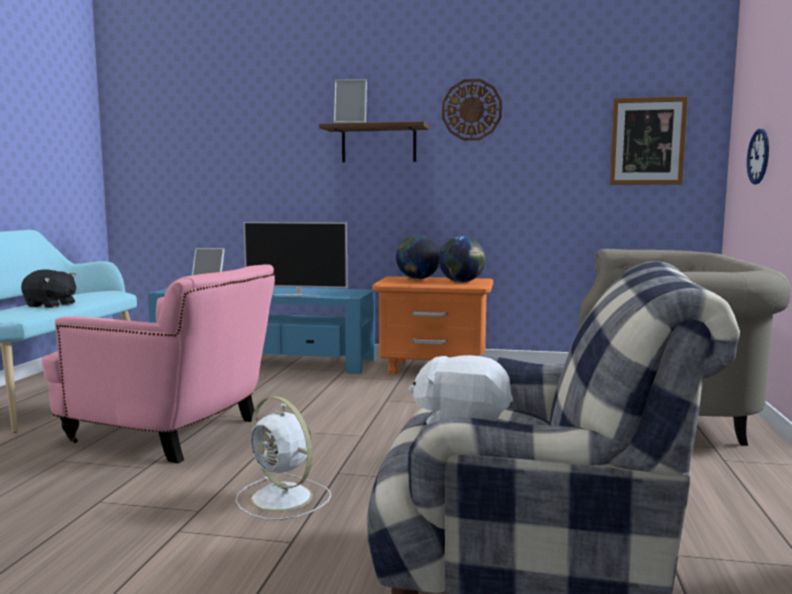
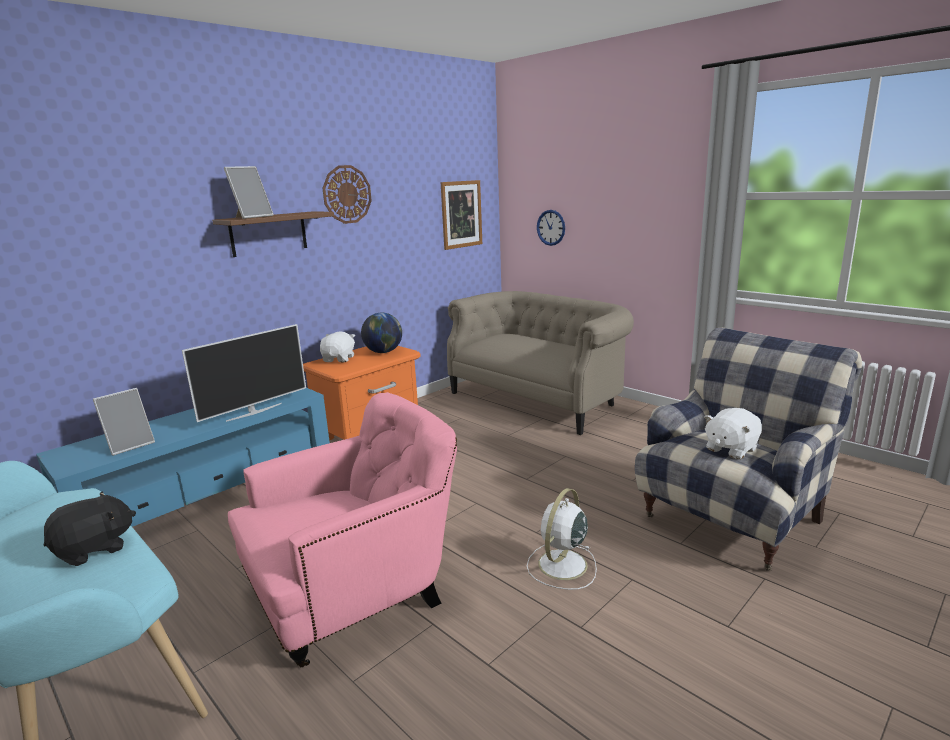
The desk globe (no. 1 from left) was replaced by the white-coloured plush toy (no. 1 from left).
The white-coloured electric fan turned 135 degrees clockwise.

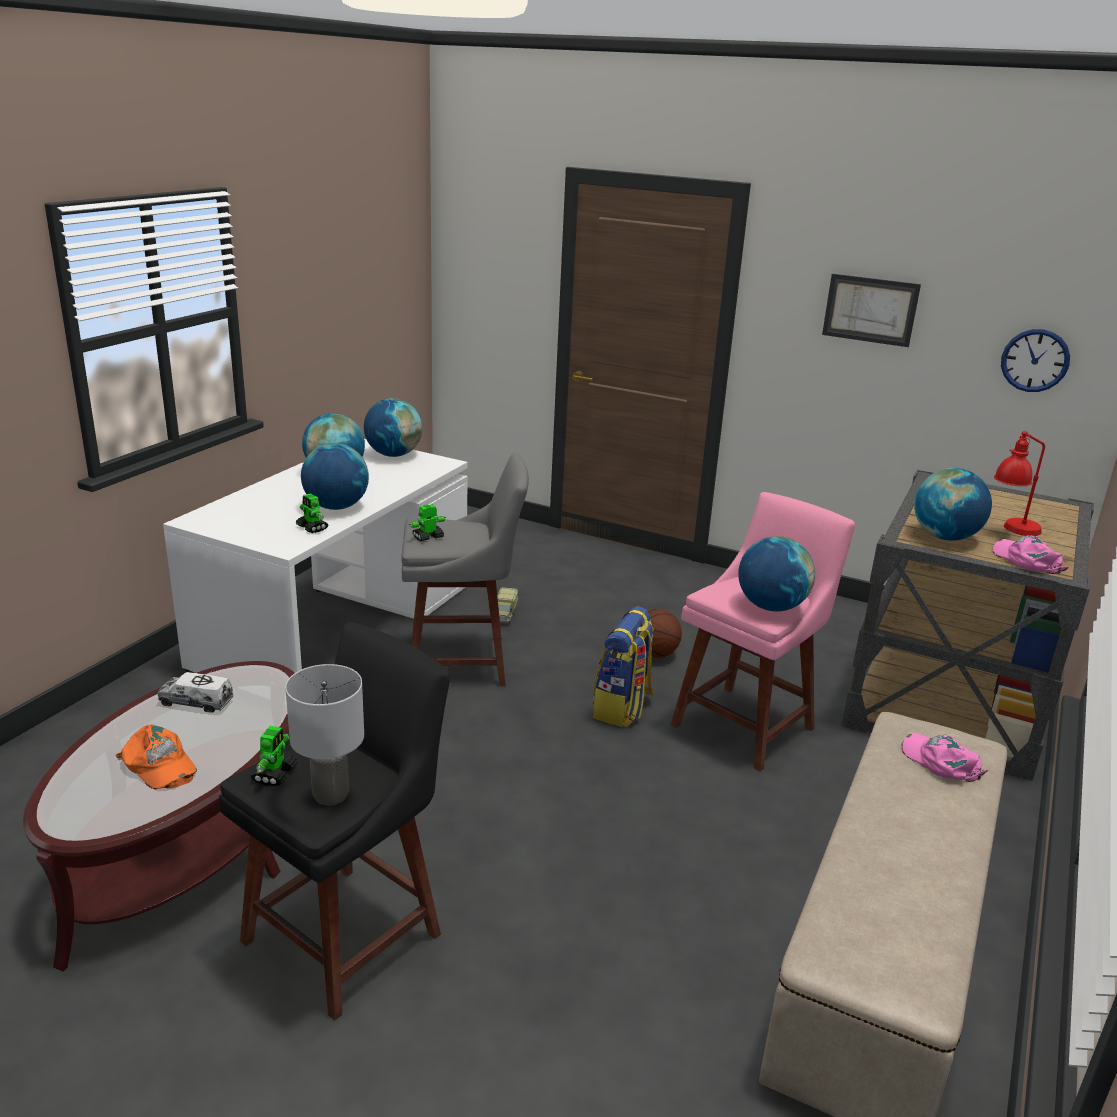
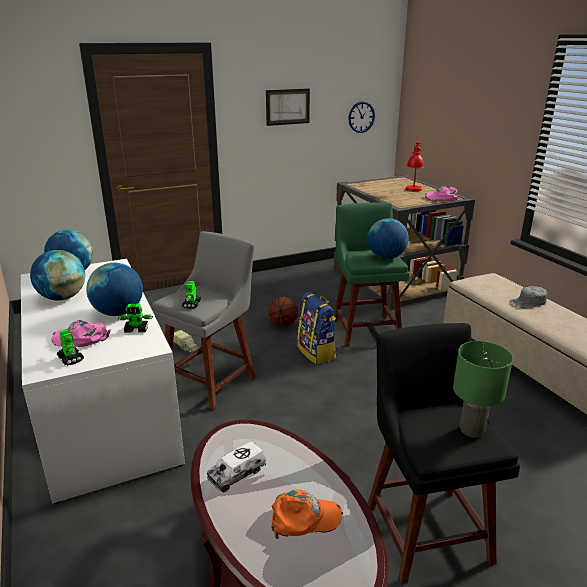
The desk globe (no. 5 from left) disappeared.
The gray baseball cap appeared.
The robot figure (no. 1 from left) moved.
The pinkish baseball cap (no. 1 from left) moved.
The white-coloured tabletop lamp became the greenish tabletop lamp.
The pinkish stool became the greenish stool.

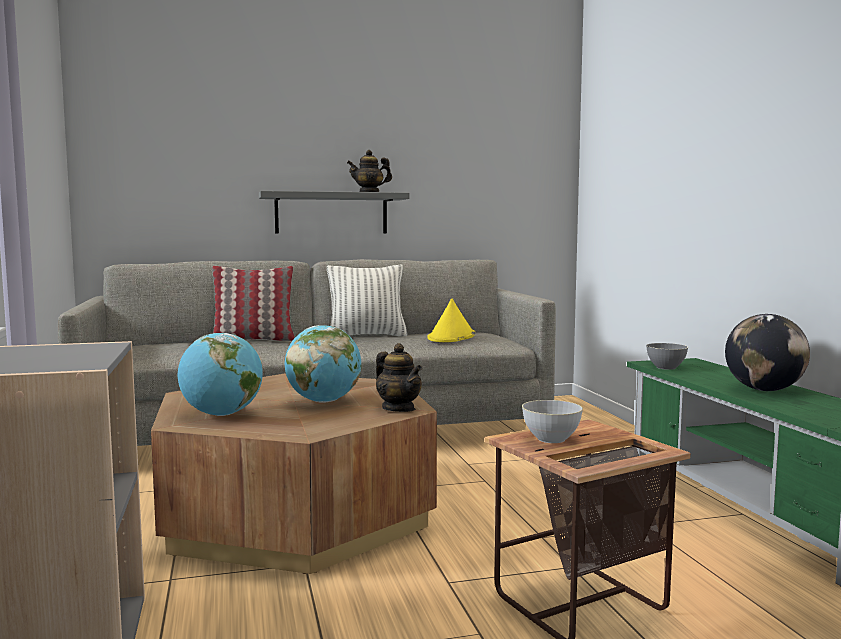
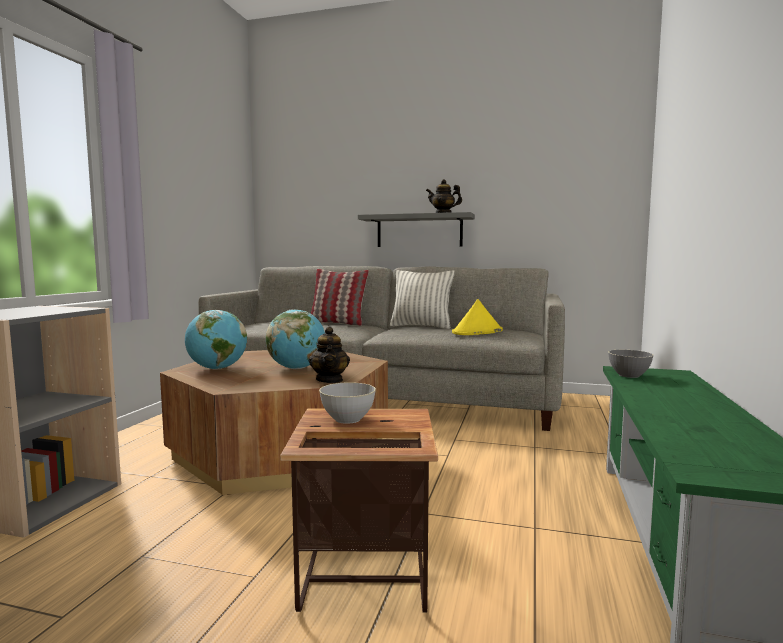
The desk globe (no. 3 from left) disappeared.

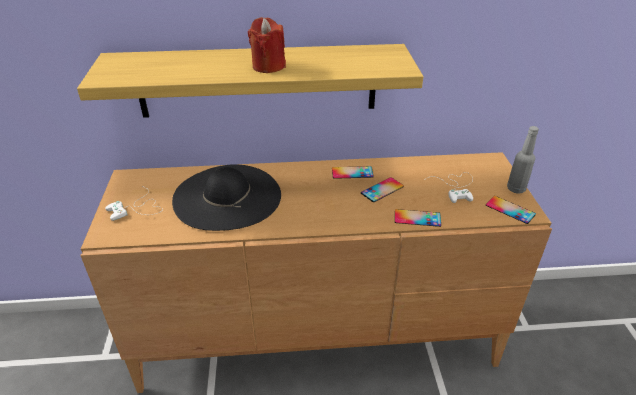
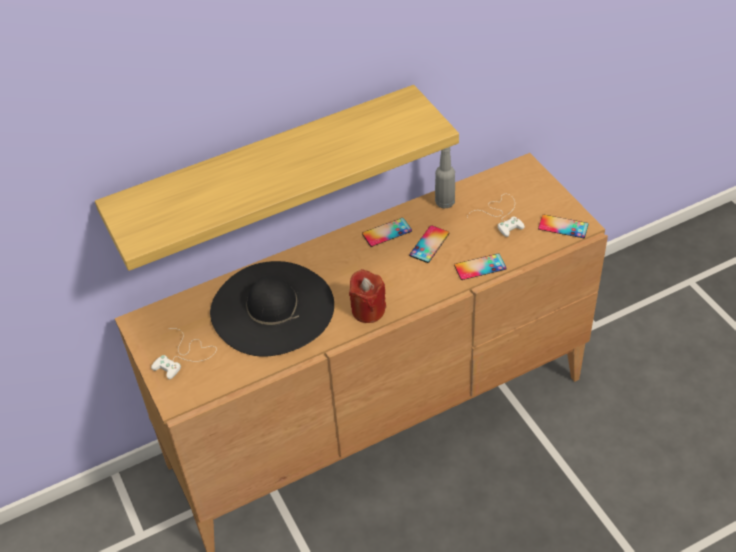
The reddish wax candle moved.
The gray bottle moved.

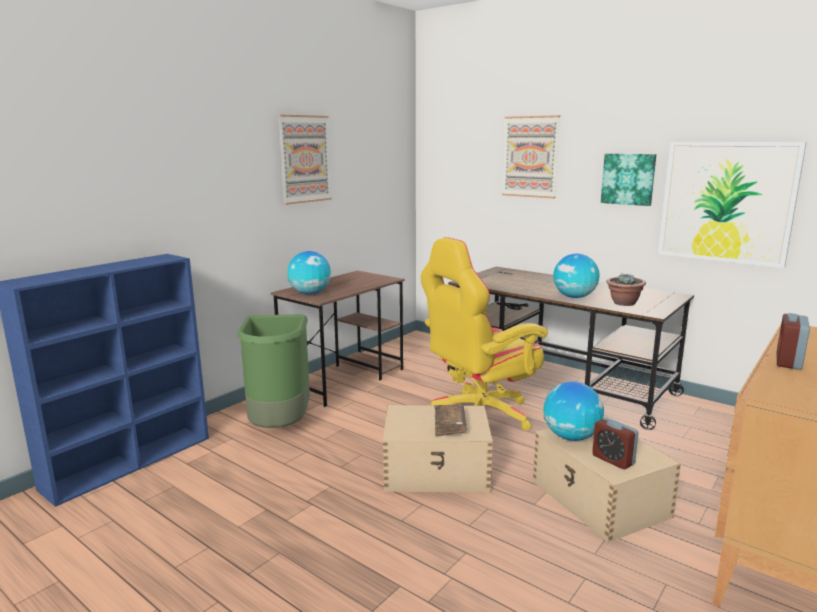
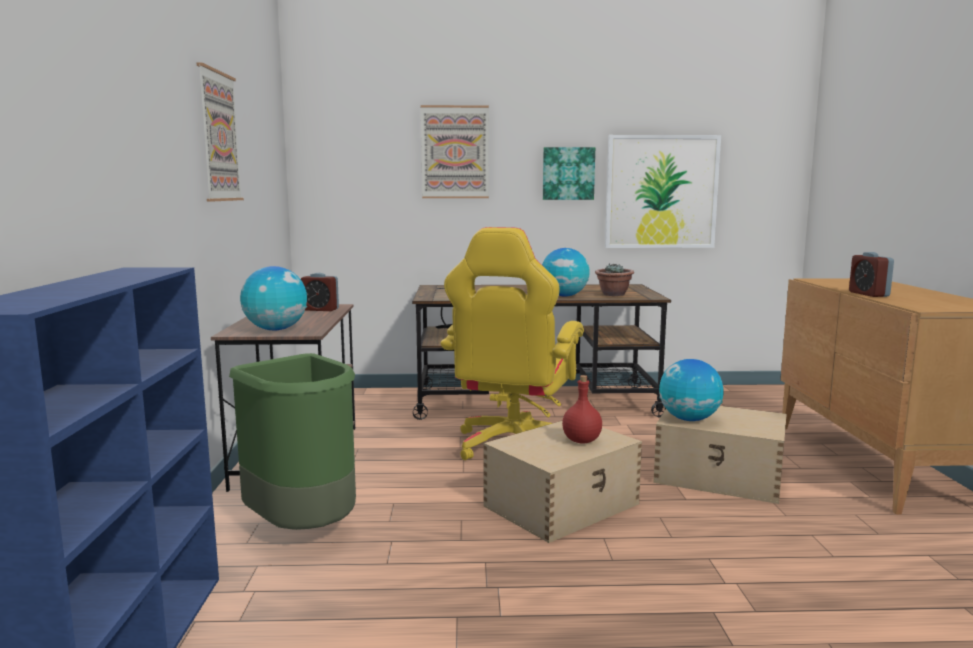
The table clock (no. 1 from left) moved.
The brown-coloured volume was replaced by the reddish bottle.

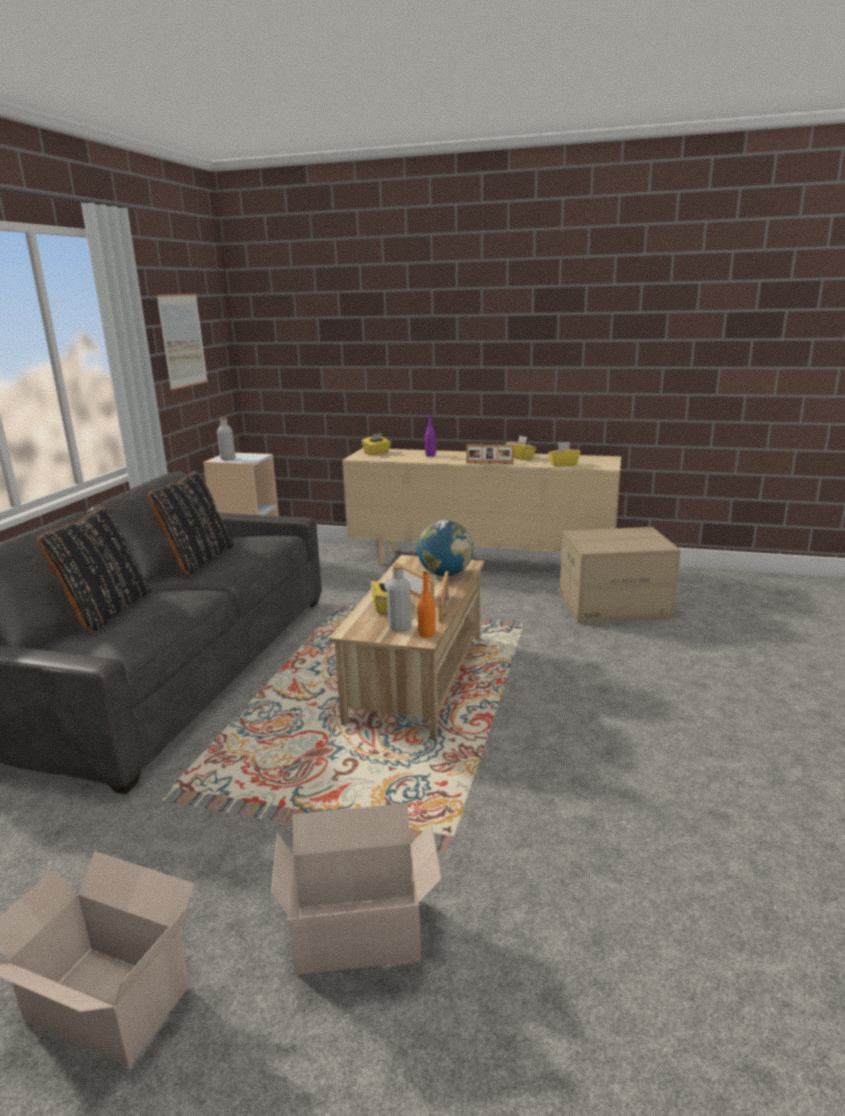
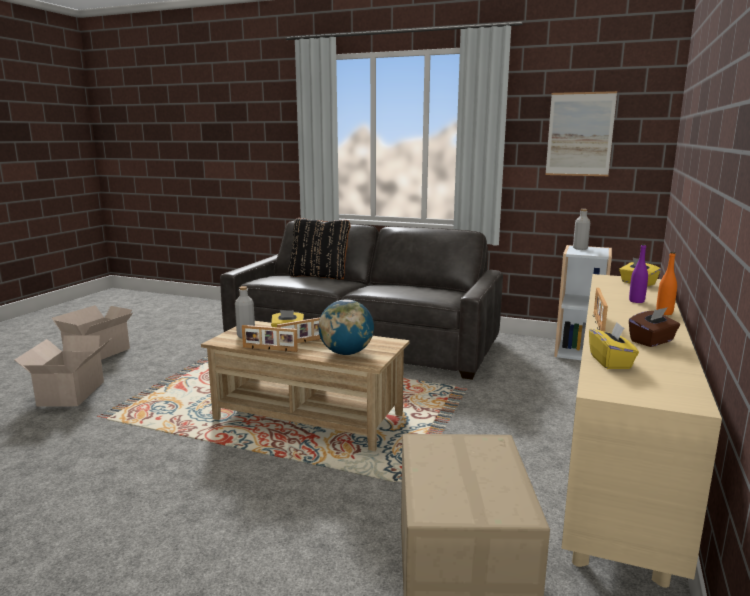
The blackish throw pillow (no. 2 from left) disappeared.
The orange-coloured bottle moved.
The yellow-coloured box of tissues (no. 3 from left) became the brown-coloured box of tissues.

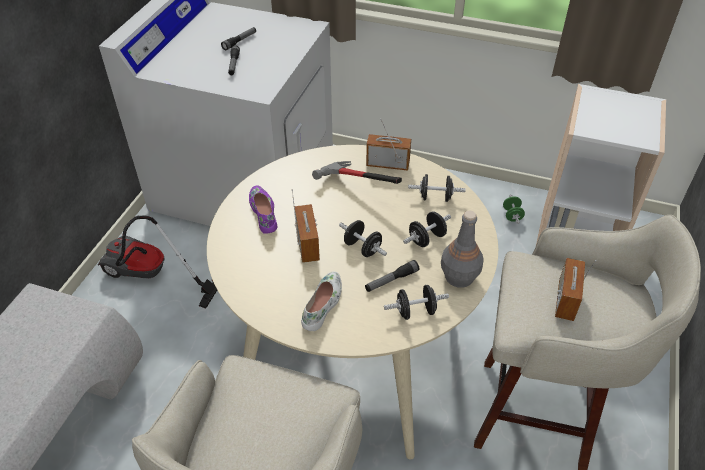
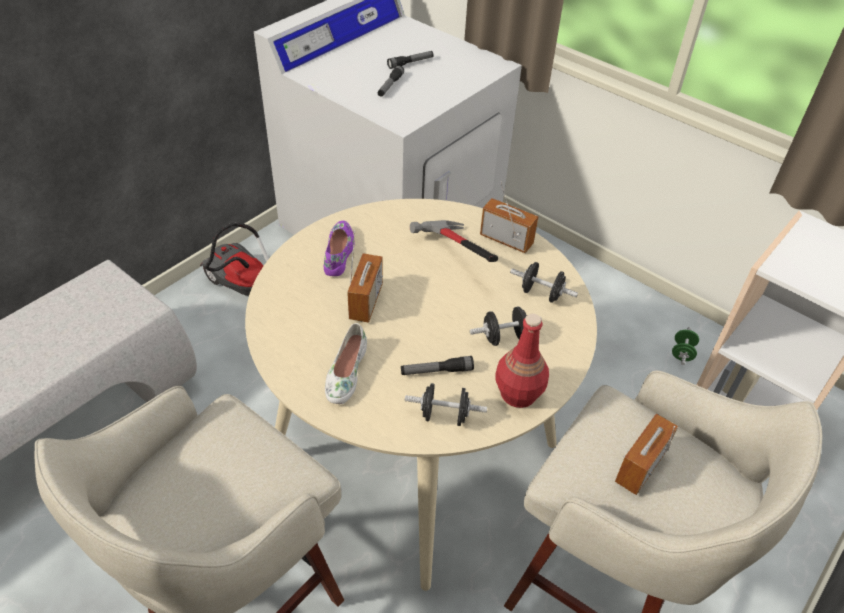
The blackish dumbbell (no. 1 from left) disappeared.
The gray bottle became the reddish bottle.
The white-coloured item of footwear turned 150 degrees clockwise.

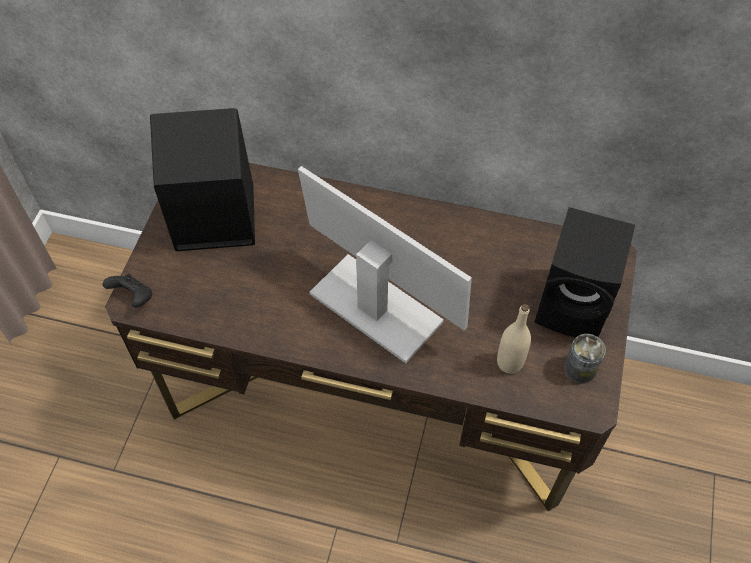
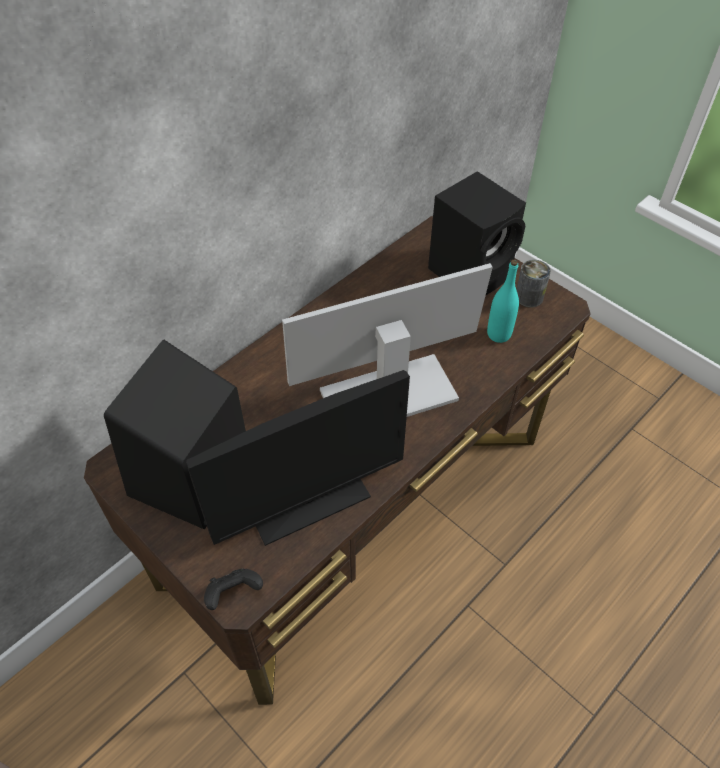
The computer display (no. 1 from left) appeared.
The beige bottle became the turquoise-coloured bottle.

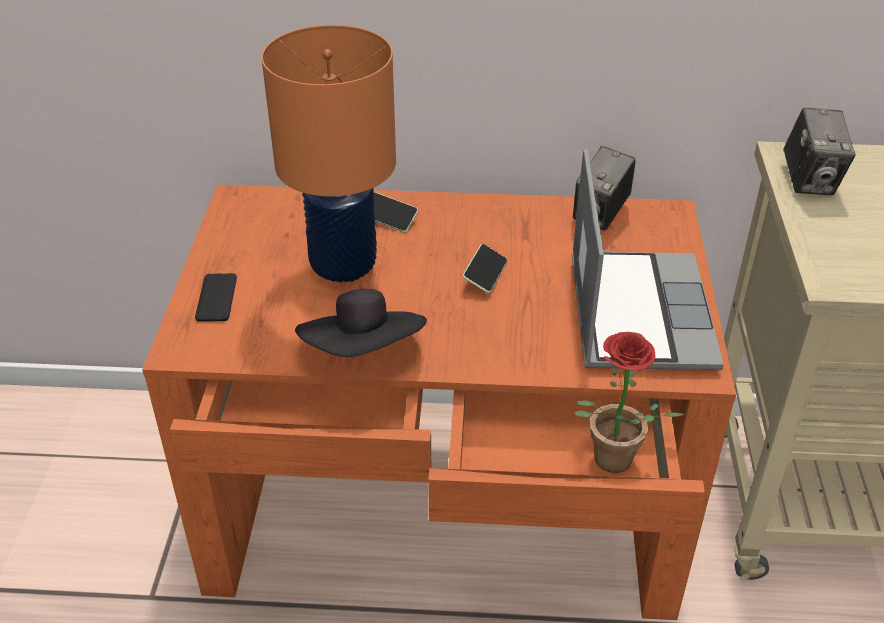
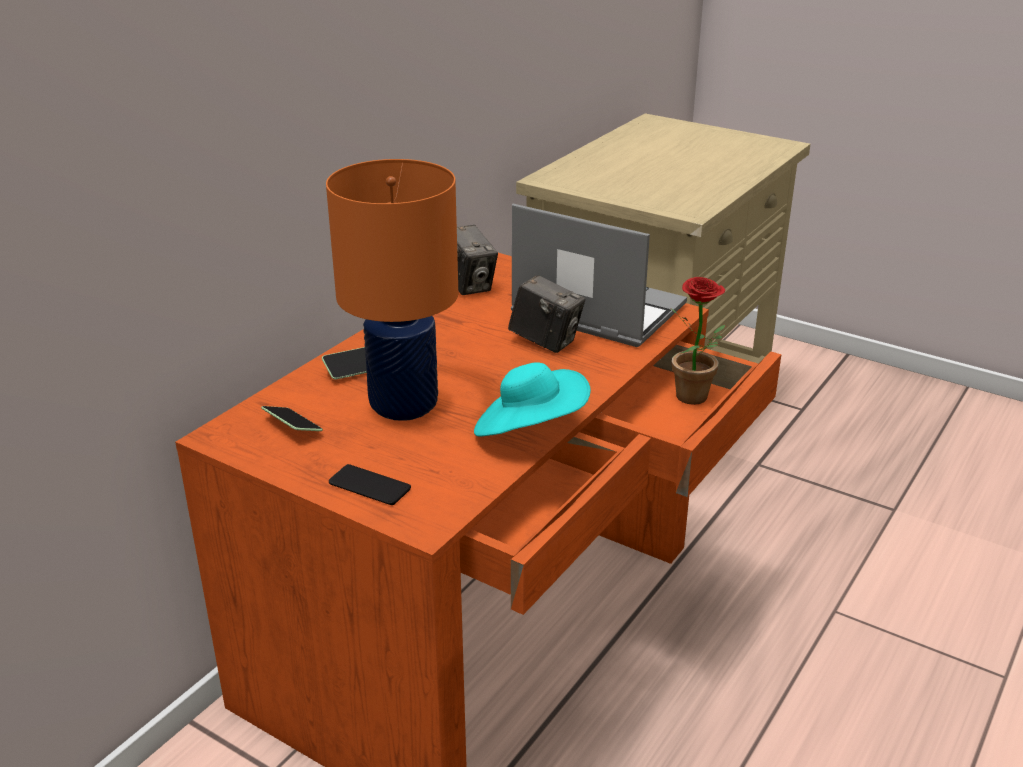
The handset (no. 3 from left in the first image) moved.
The photo camera (no. 2 from left) moved.
The blackish wearable hat became the turquoise-coloured wearable hat.

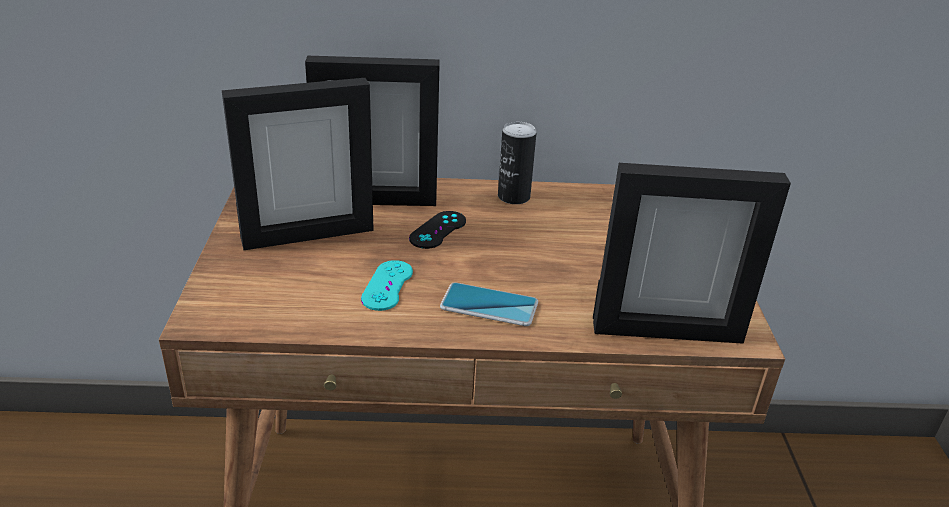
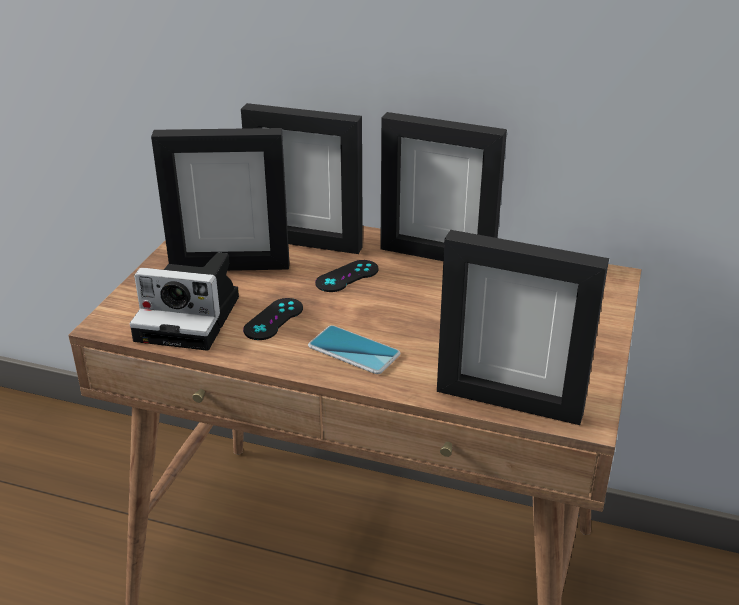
The photo camera appeared.
The metal can was replaced by the photo frame (no. 3 from left).
The turquoise-coloured joypad became the blackish joypad (no. 1 from left).

